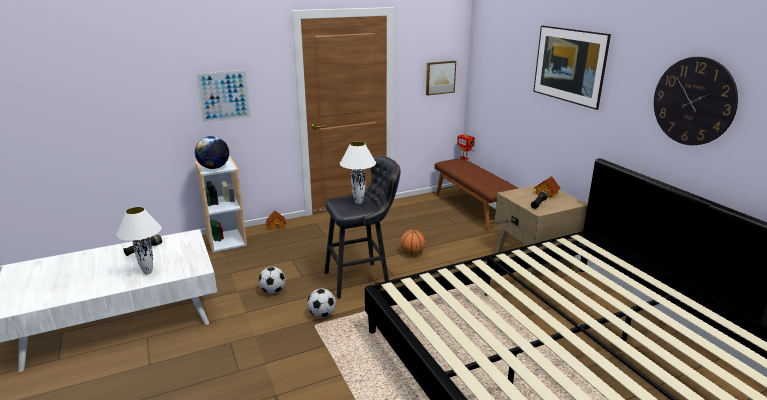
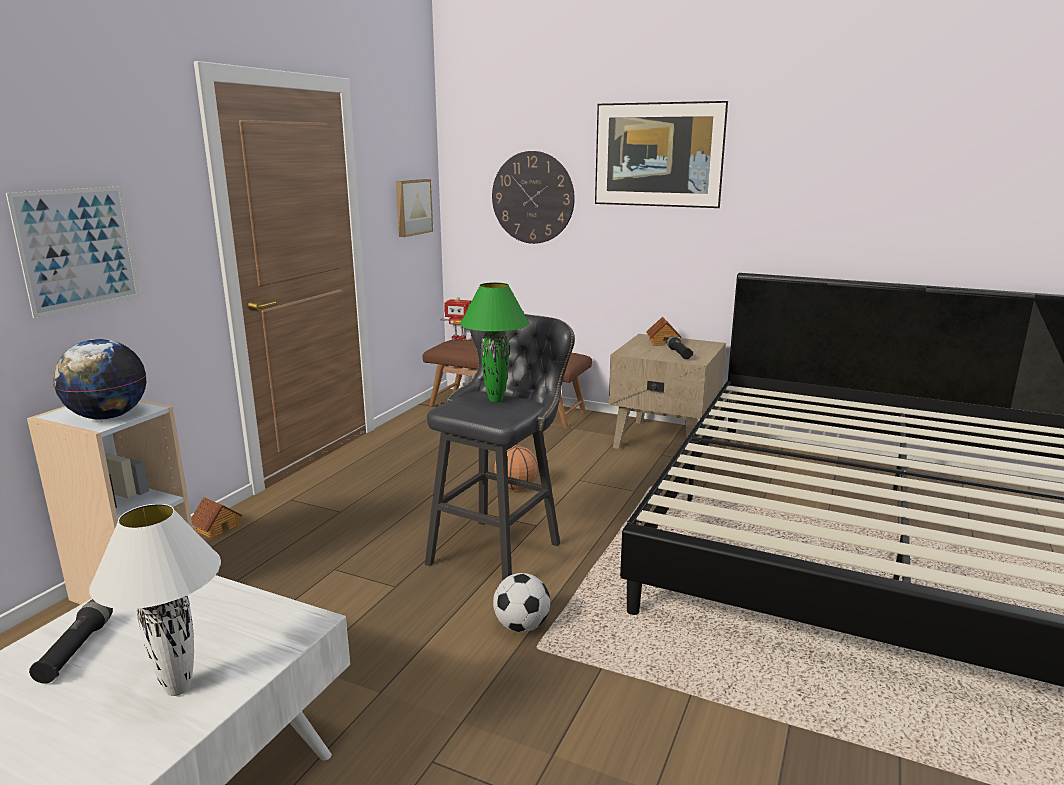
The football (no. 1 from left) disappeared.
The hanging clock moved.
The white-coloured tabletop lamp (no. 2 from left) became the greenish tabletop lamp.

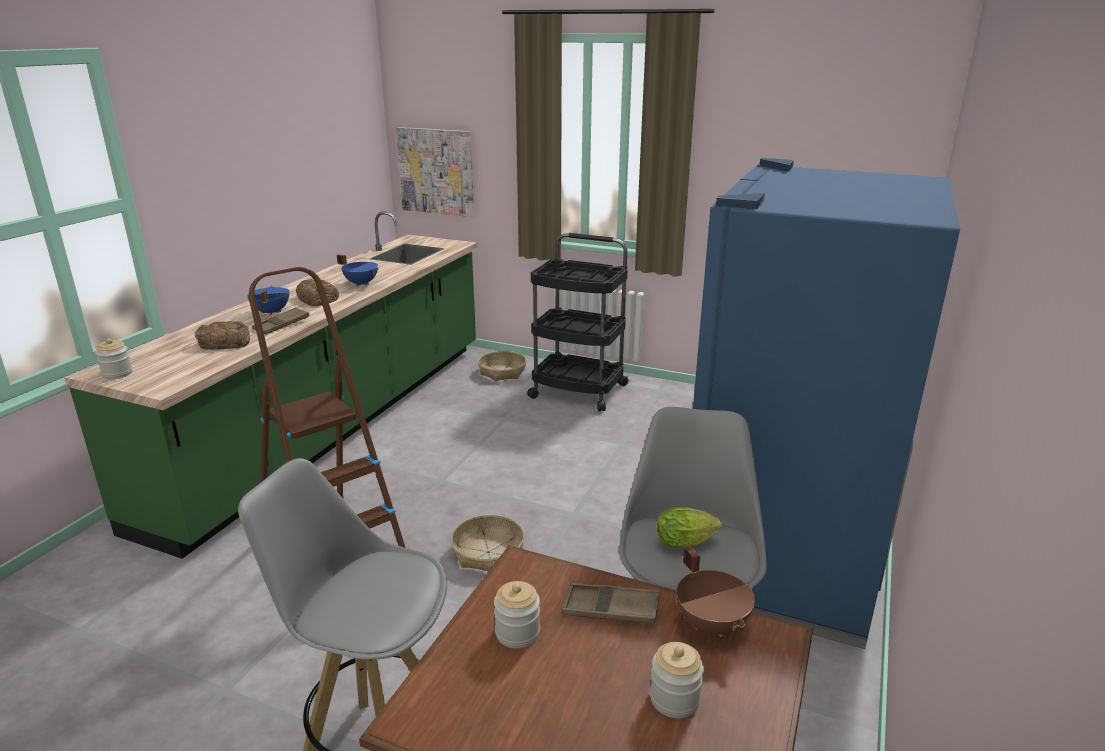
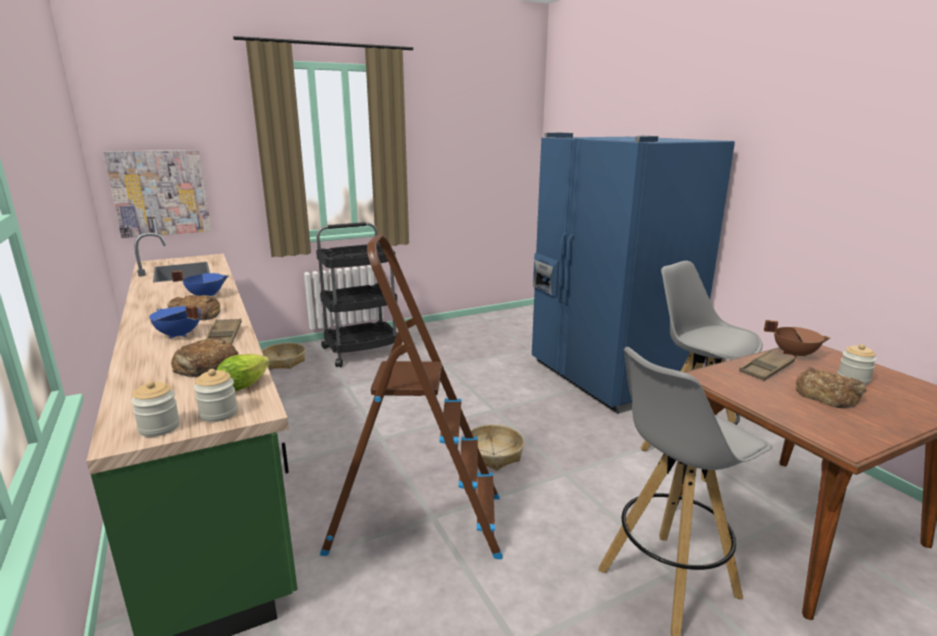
The baked bread (no. 3 from left) appeared.
The jar (no. 2 from left) moved.
The lettuce head moved.

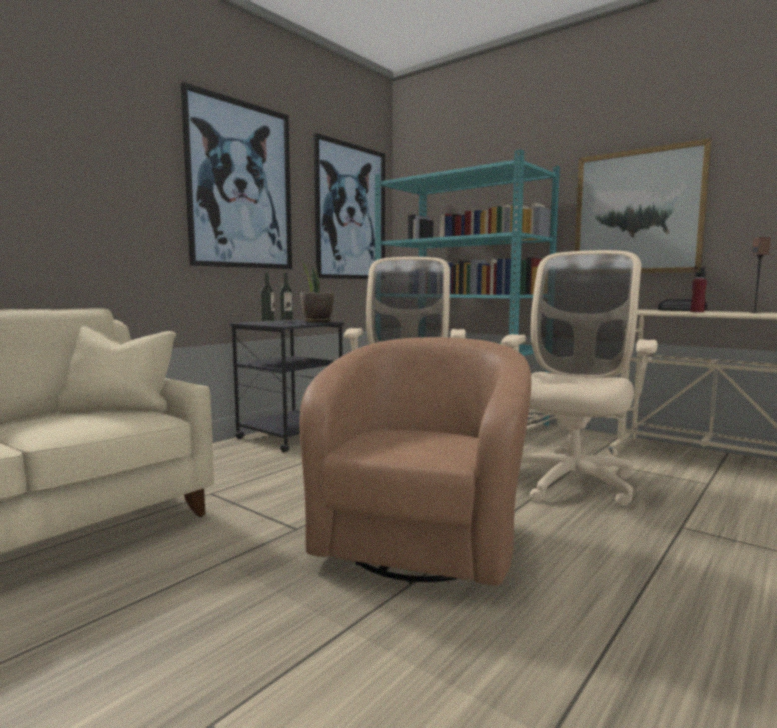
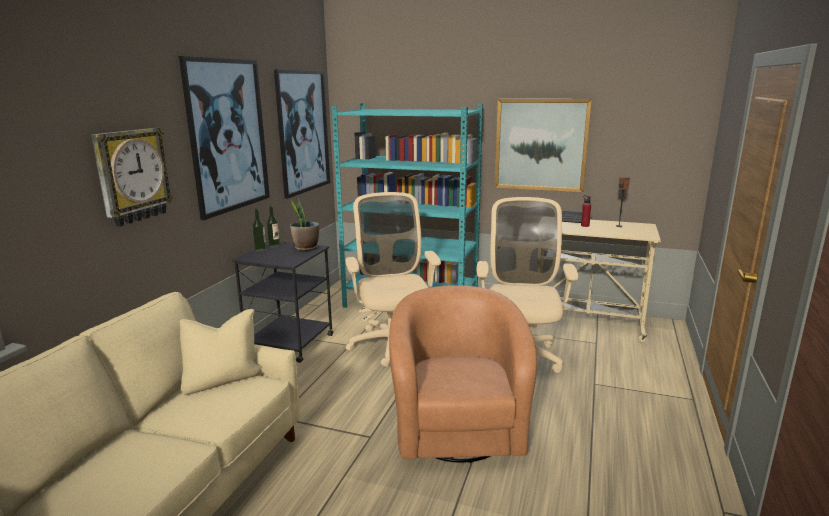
The hanging clock appeared.

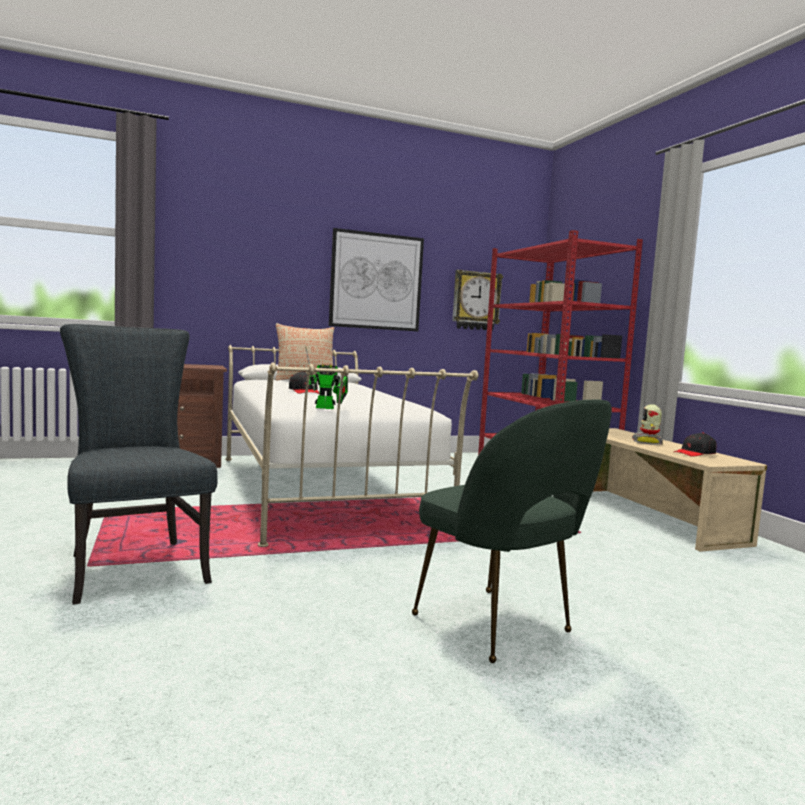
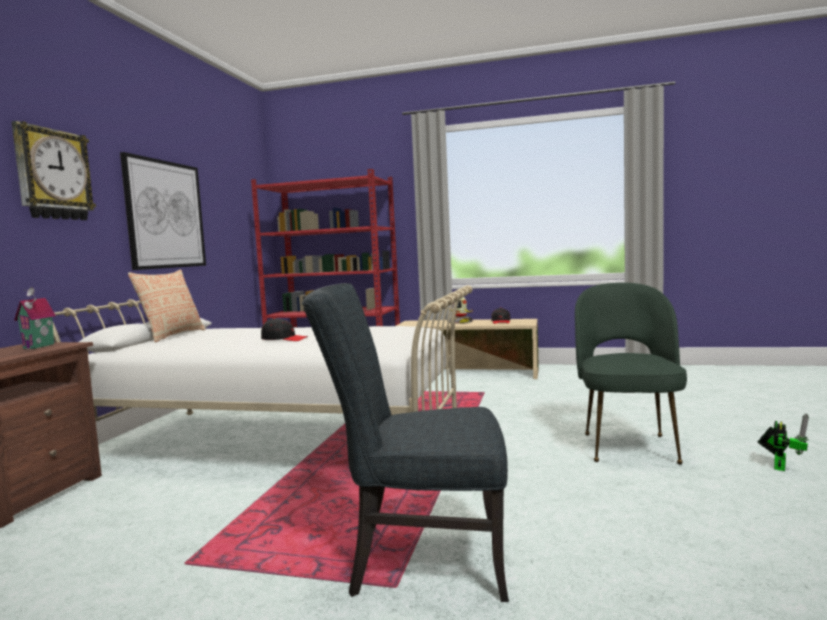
The model house appeared.
The robot figure (no. 1 from left in the first image) moved.
The hanging clock moved.
The greenish chair turned 75 degrees counterclockwise.

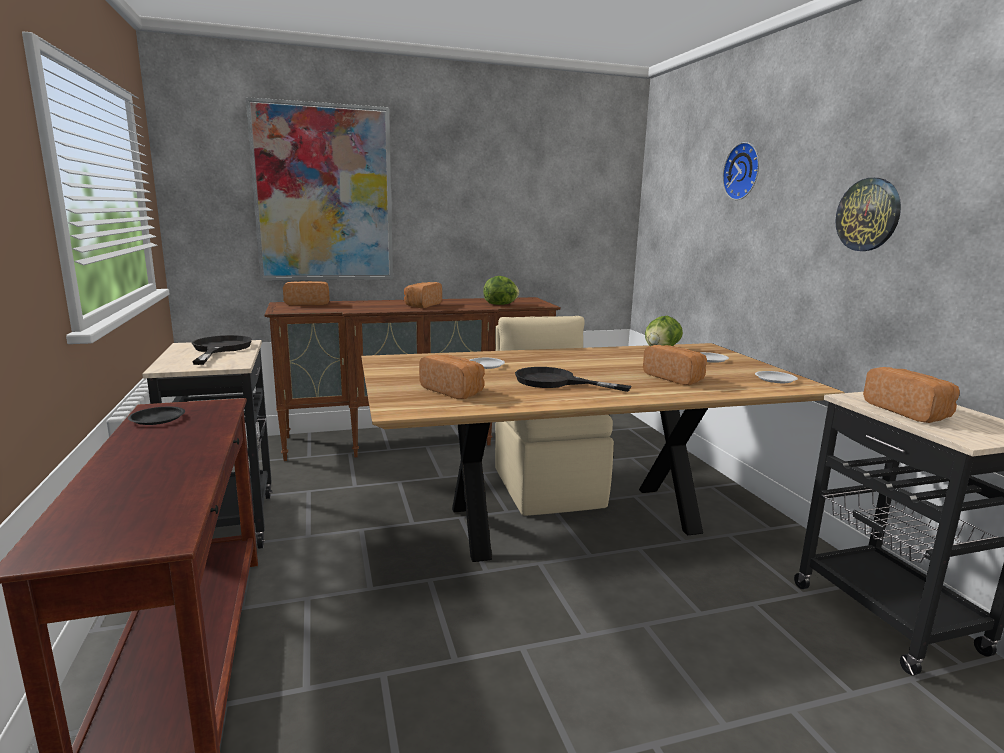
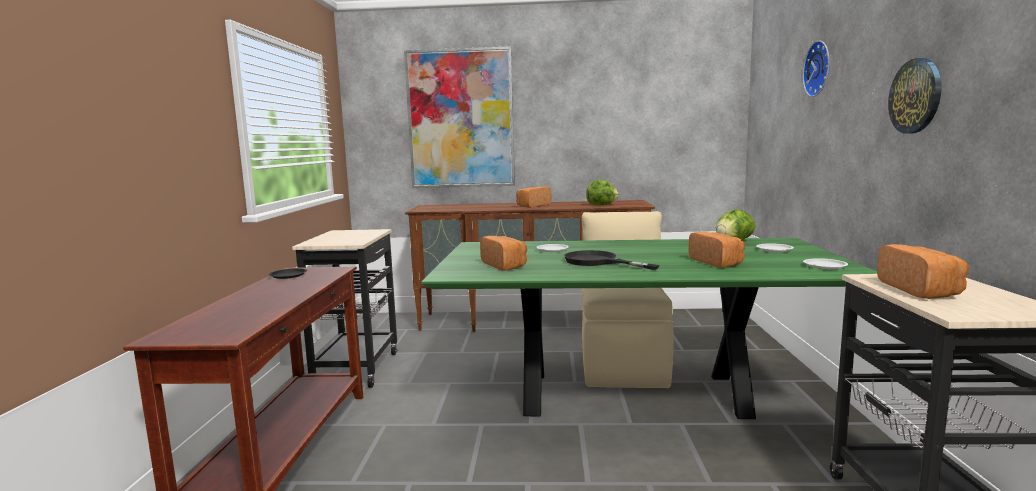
The blackish frying pan (no. 1 from left) disappeared.
The baked bread (no. 1 from left) disappeared.
The brown-coloured dinner table became the greenish dinner table.

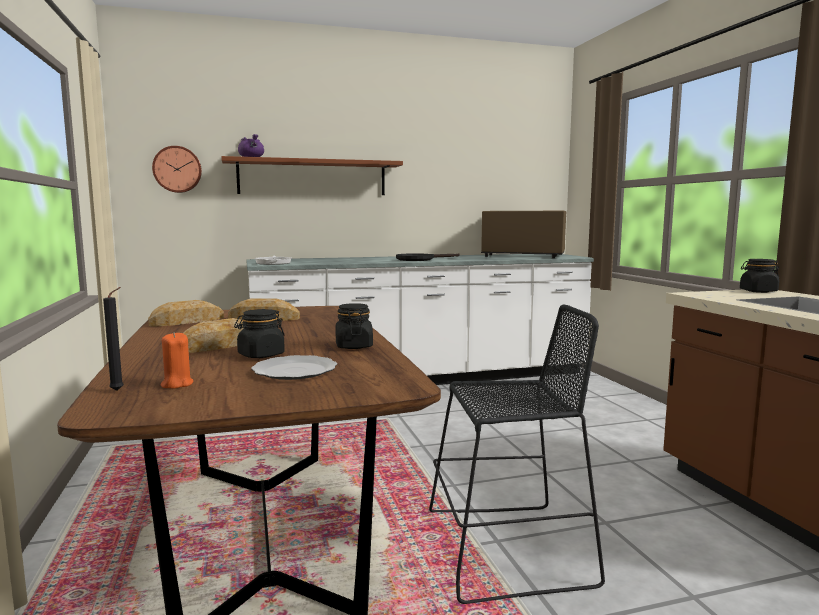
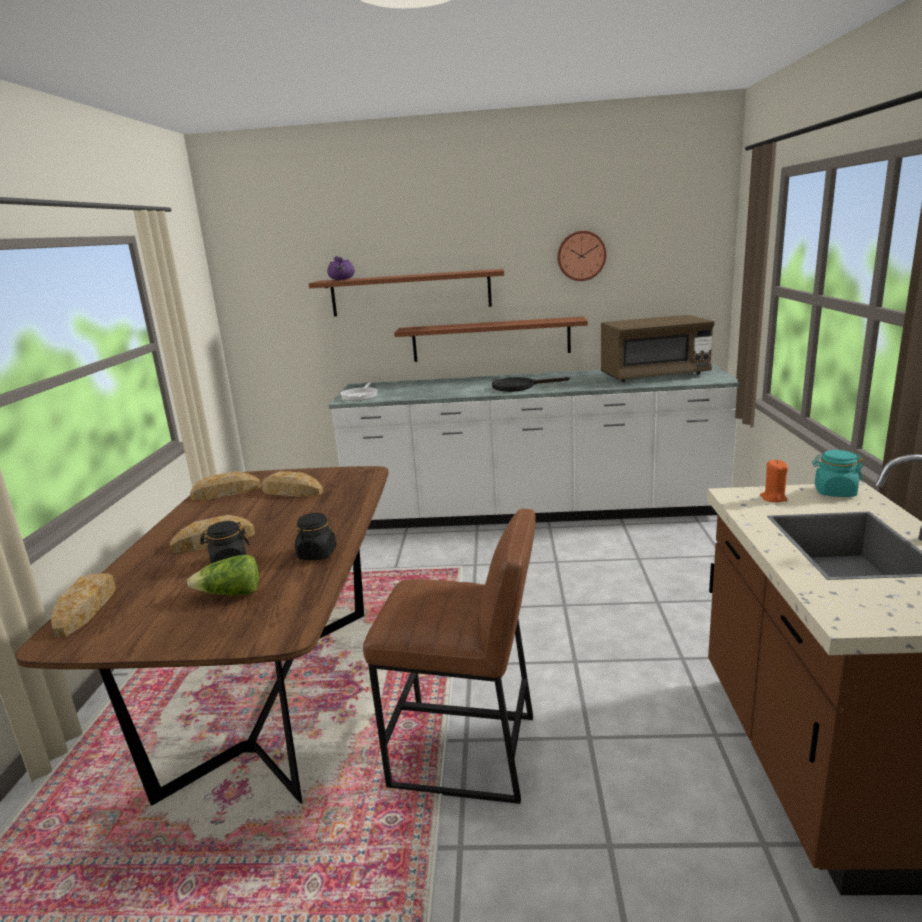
The brown-coloured shelf (no. 2 from left) appeared.
The hanging clock moved.
The orange-coloured wax candle moved.
The blackish wax candle was replaced by the baked bread (no. 1 from left).
The dinner plate was replaced by the lettuce head.
The blackish stool was replaced by the brown-coloured chair.
The blackish jar (no. 3 from left) became the turquoise-coloured jar.
The brown-coloured kitchen microwave turned 135 degrees clockwise.

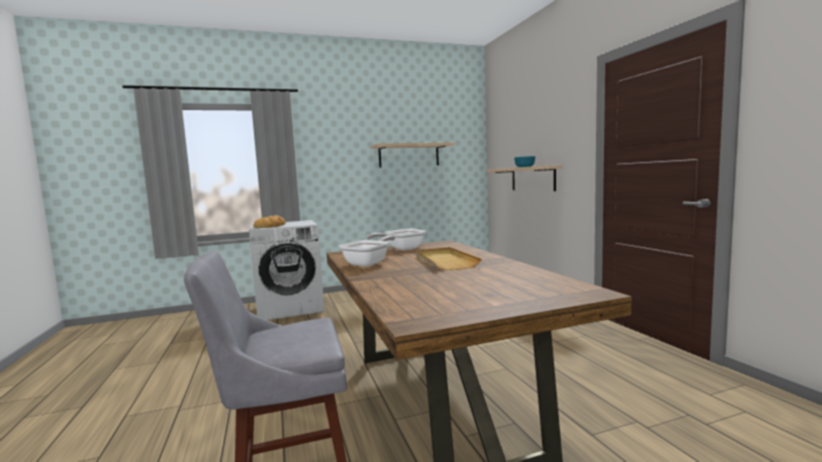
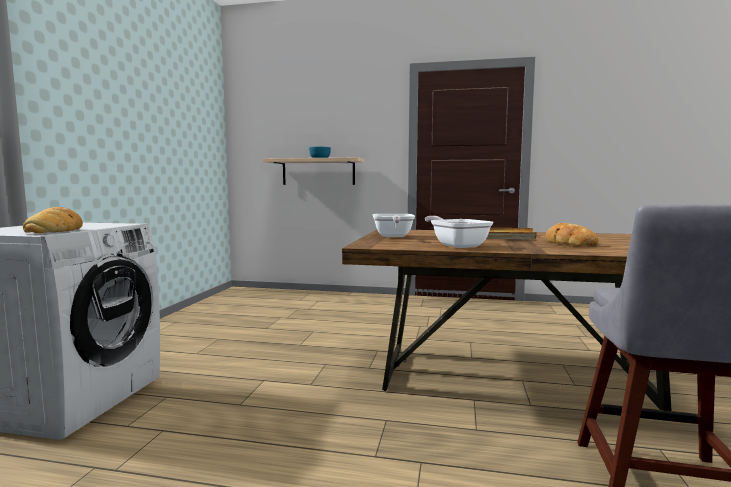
The shelf (no. 1 from left) disappeared.
The baked bread (no. 2 from left) appeared.

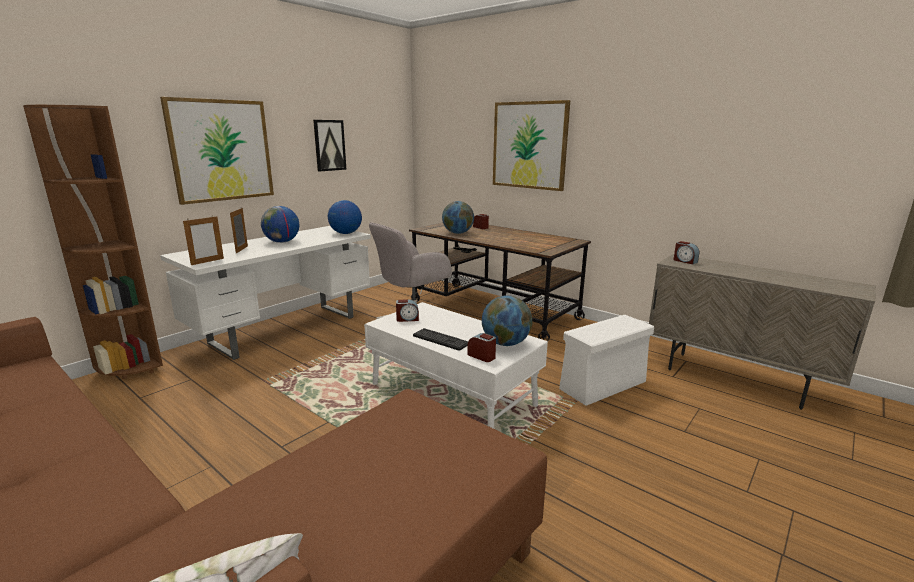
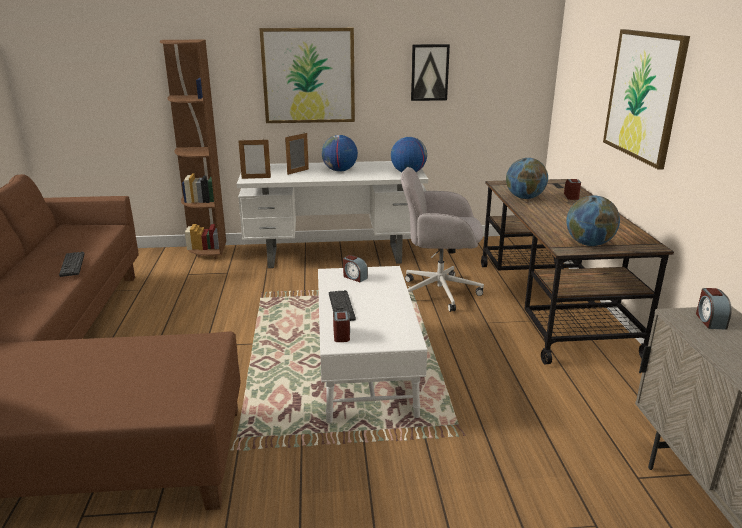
The white-coloured storage bin disappeared.
The PC keyboard (no. 1 from left) appeared.
The desk globe (no. 4 from left) moved.

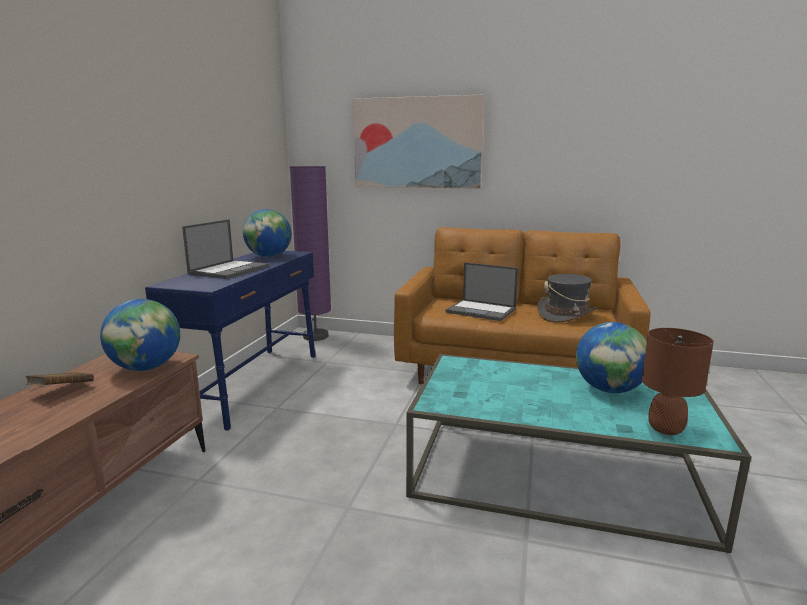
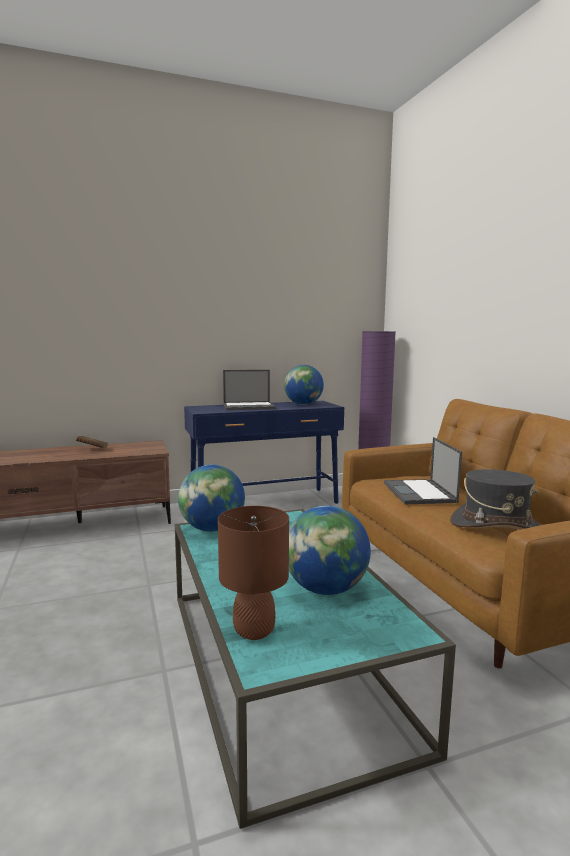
The picture disappeared.
The desk globe (no. 1 from left) moved.

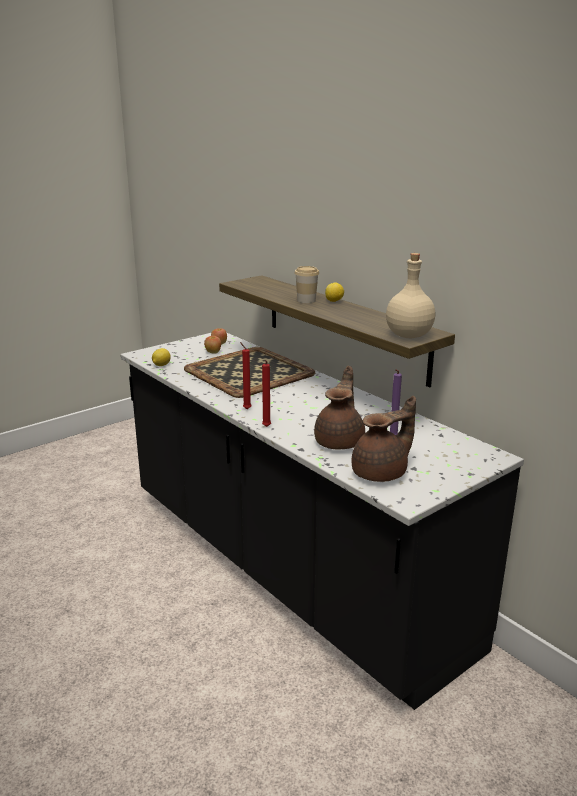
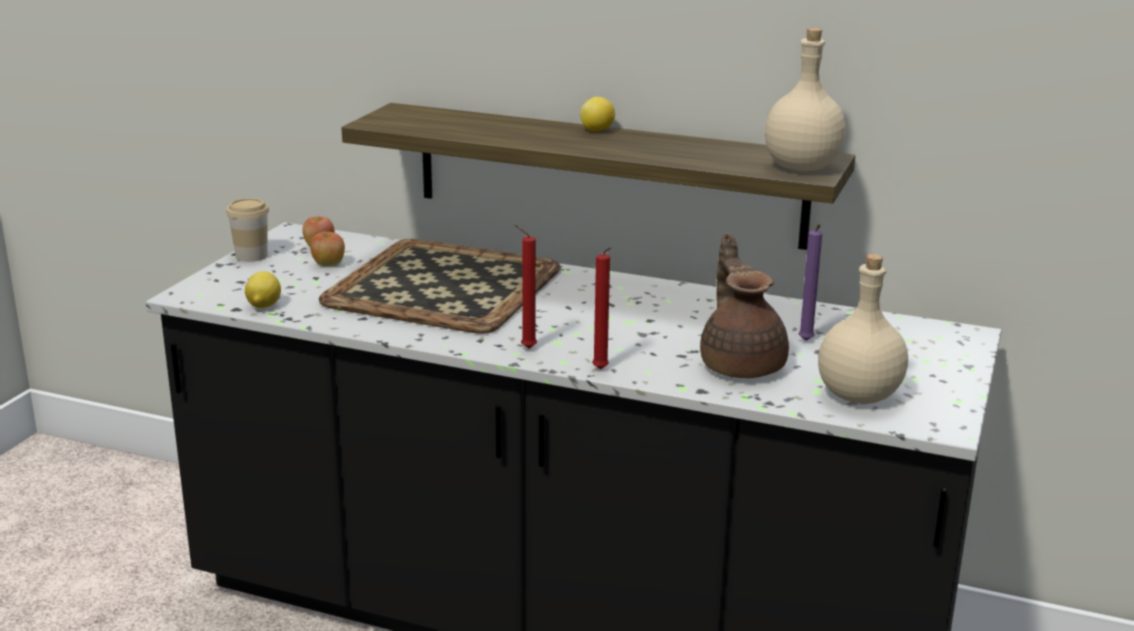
The drinking cup moved.
The brown-coloured teapot (no. 2 from left) was replaced by the beige bottle (no. 2 from left).

